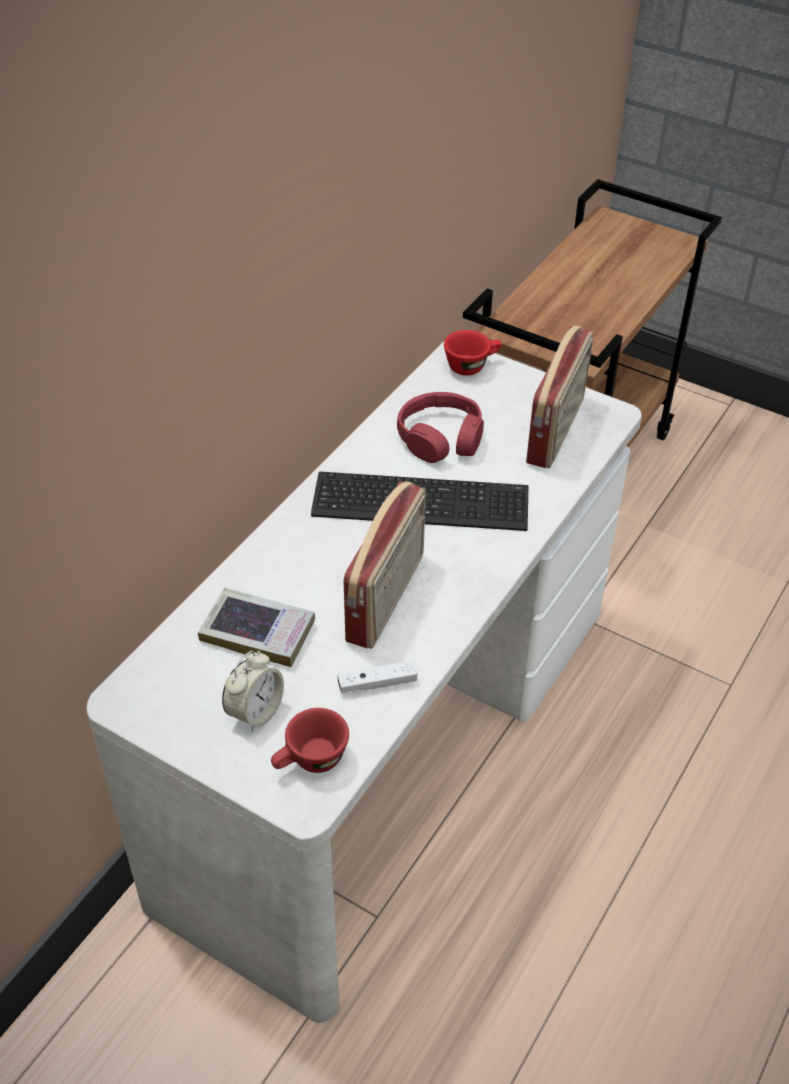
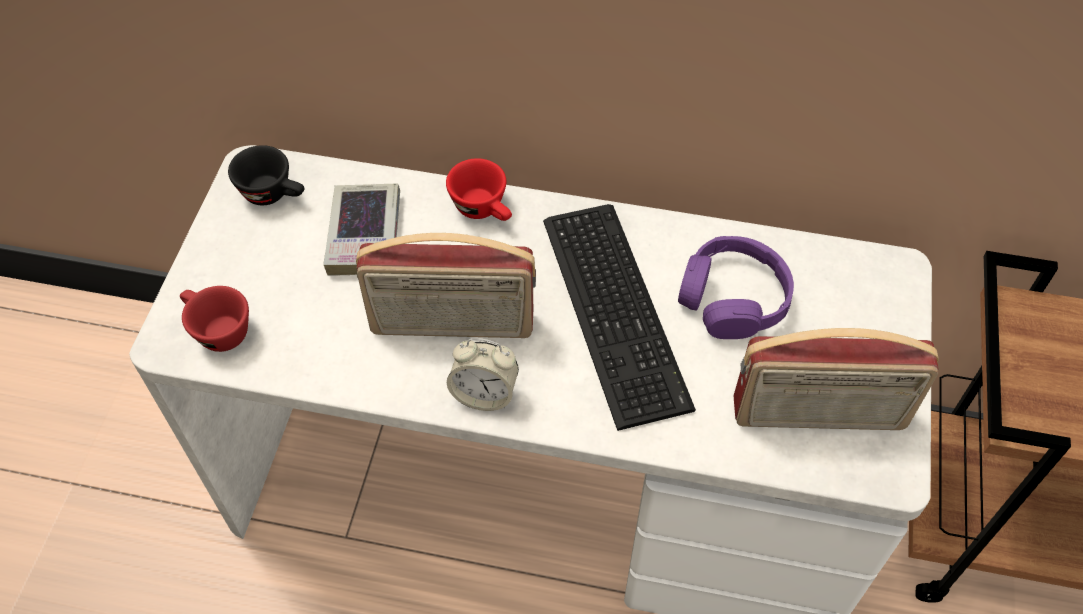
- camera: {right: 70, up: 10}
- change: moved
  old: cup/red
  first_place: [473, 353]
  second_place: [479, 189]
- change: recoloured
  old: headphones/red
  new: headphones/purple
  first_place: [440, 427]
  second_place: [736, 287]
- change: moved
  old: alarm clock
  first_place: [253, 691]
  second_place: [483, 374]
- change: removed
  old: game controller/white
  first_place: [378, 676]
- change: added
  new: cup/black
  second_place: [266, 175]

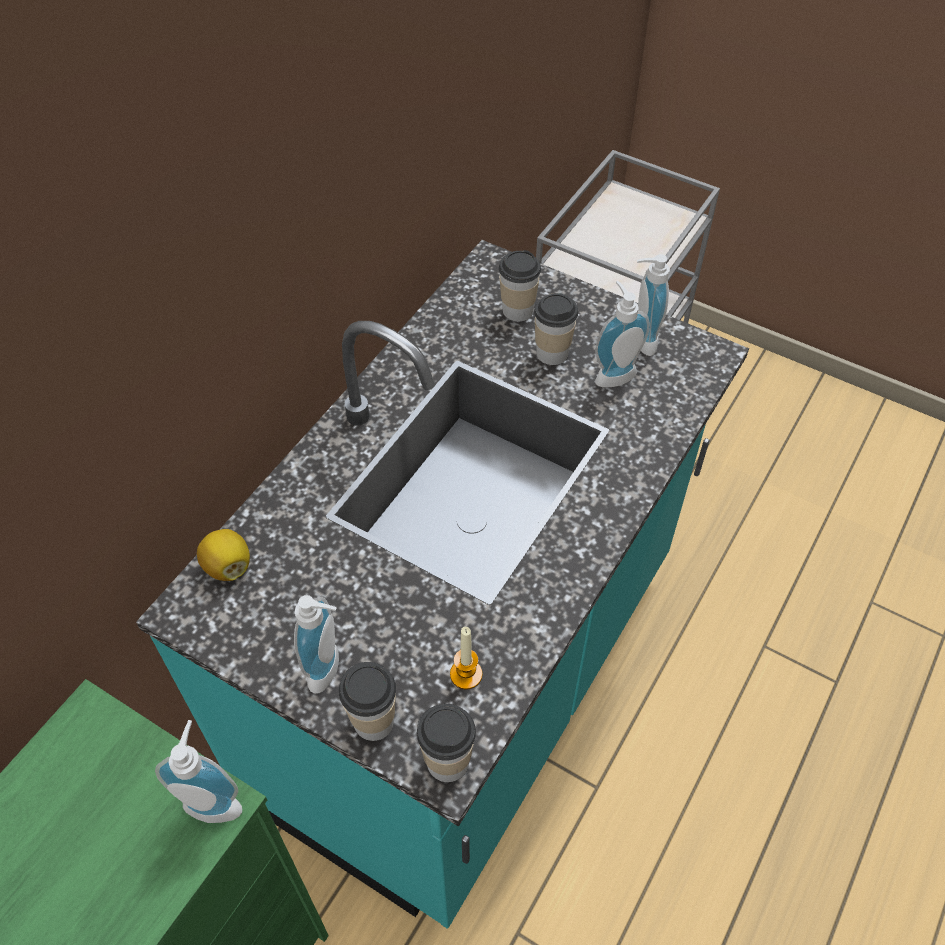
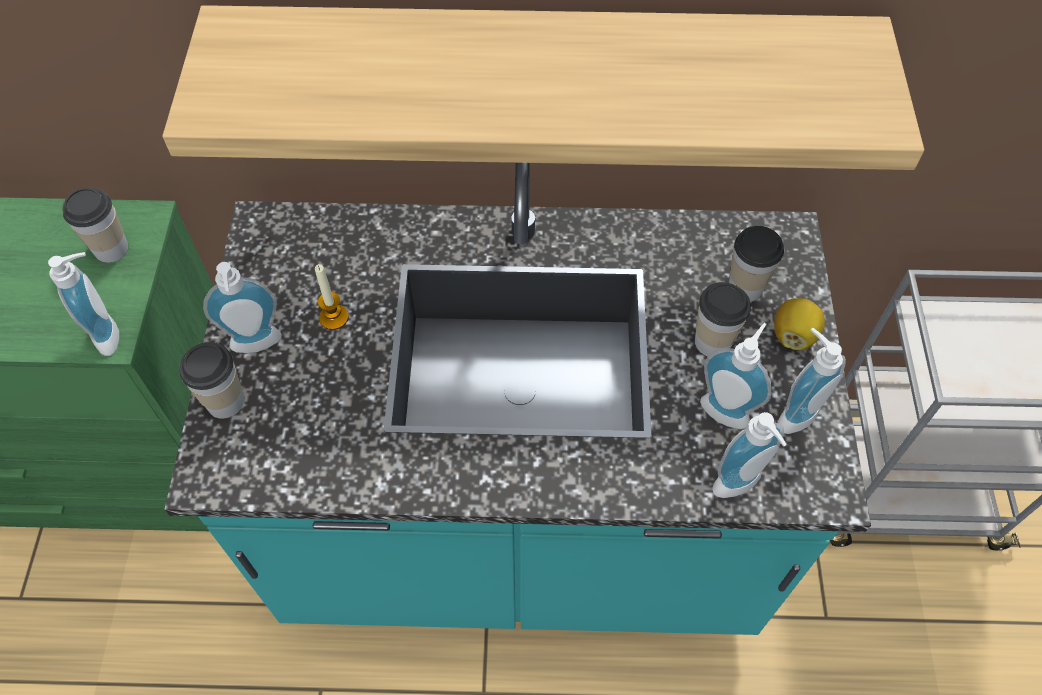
- camera: {right: 60, up: 5}
- change: moved
  old: lemon
  first_place: [223, 555]
  second_place: [799, 324]
- change: moved
  old: candle
  first_place: [466, 658]
  second_place: [332, 297]
- change: moved
  old: cup
  first_place: [446, 743]
  second_place: [95, 225]
- change: added
  new: shelf
  second_place: [543, 87]
- change: added
  new: soap dispenser
  second_place: [749, 455]

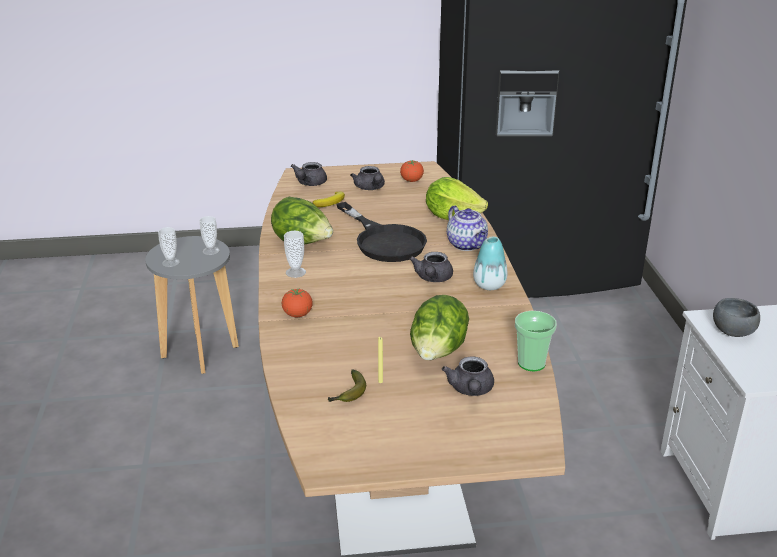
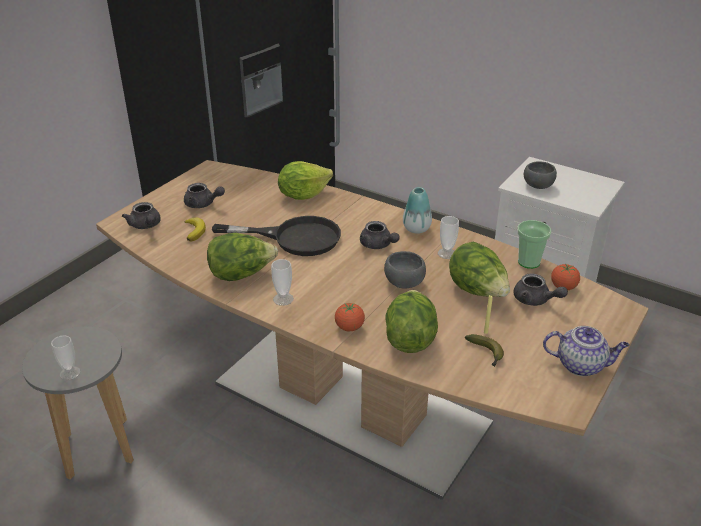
- camera: {right: -50, up: 5}
- change: moved
  old: tomato
  first_place: [412, 171]
  second_place: [565, 277]
- change: moved
  old: teapot
  first_place: [467, 228]
  second_place: [586, 351]
- change: moved
  old: cup
  first_place: [210, 235]
  second_place: [448, 237]
- change: added
  new: bowl/grey
  second_place: [405, 270]
- change: added
  new: lettuce
  second_place: [412, 321]

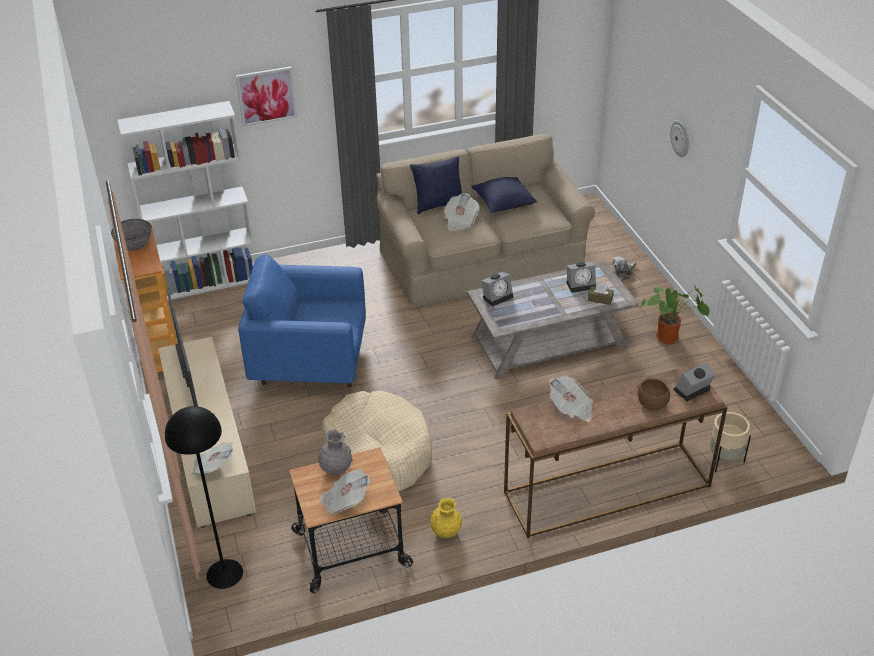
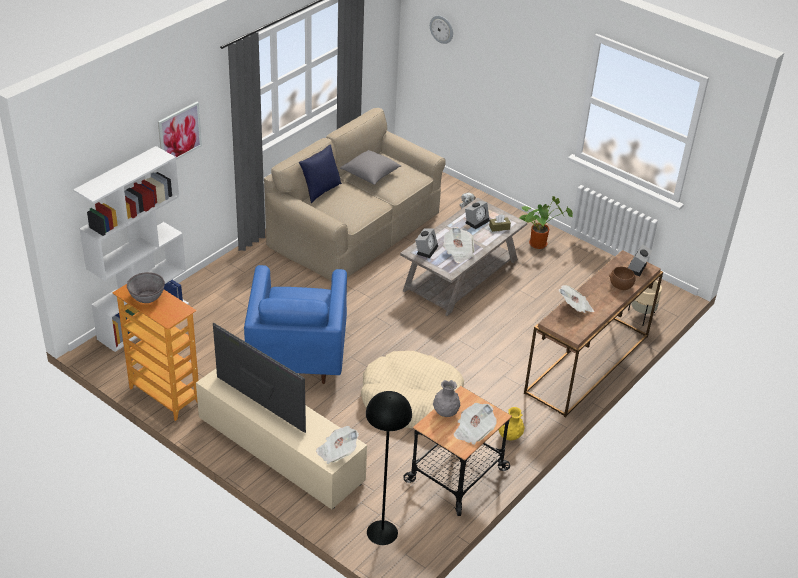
- camera: {right: -35, up: 0}
- change: moved
  old: wall clock
  first_place: [679, 138]
  second_place: [441, 29]
- change: recoloured
  old: pillow/blue
  new: pillow/grey
  first_place: [504, 195]
  second_place: [370, 167]
- change: moved
  old: newspaper
  first_place: [462, 212]
  second_place: [458, 245]
- change: turned
  old: armchair/blue
  first_place: [302, 320]
  second_place: [295, 324]
  degrees: -60

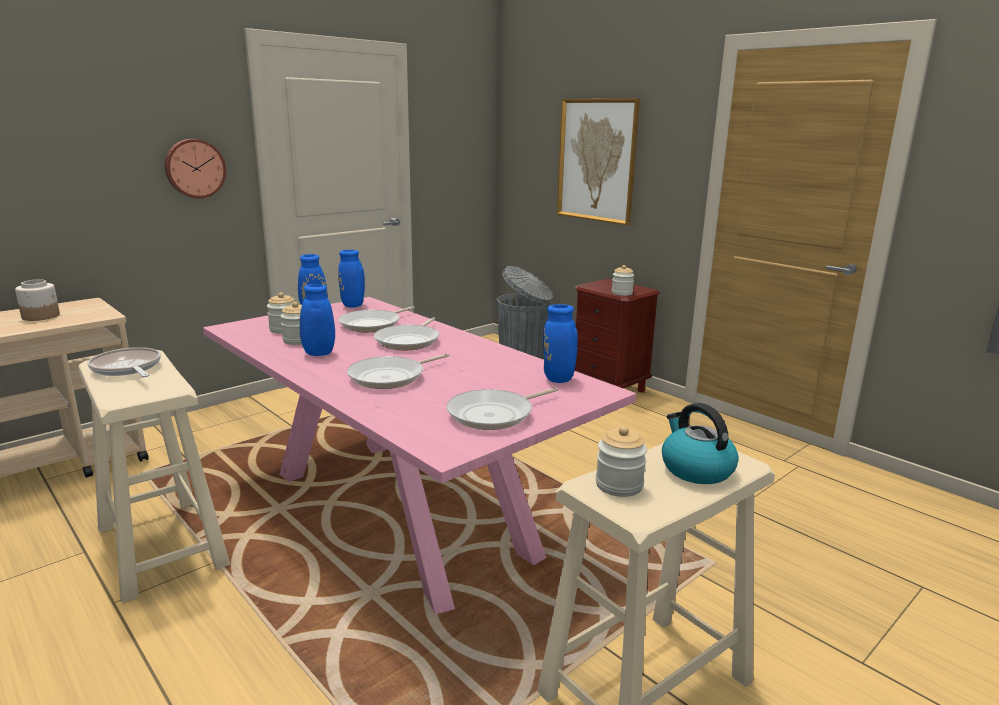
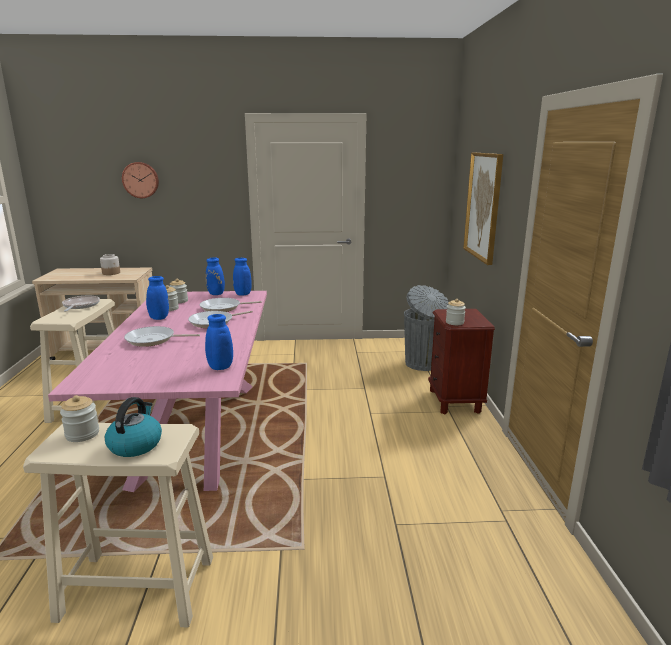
- camera: {right: 40, up: 0}
- change: moved
  old: wall clock
  first_place: [195, 168]
  second_place: [140, 180]
- change: removed
  old: frying pan
  first_place: [502, 408]

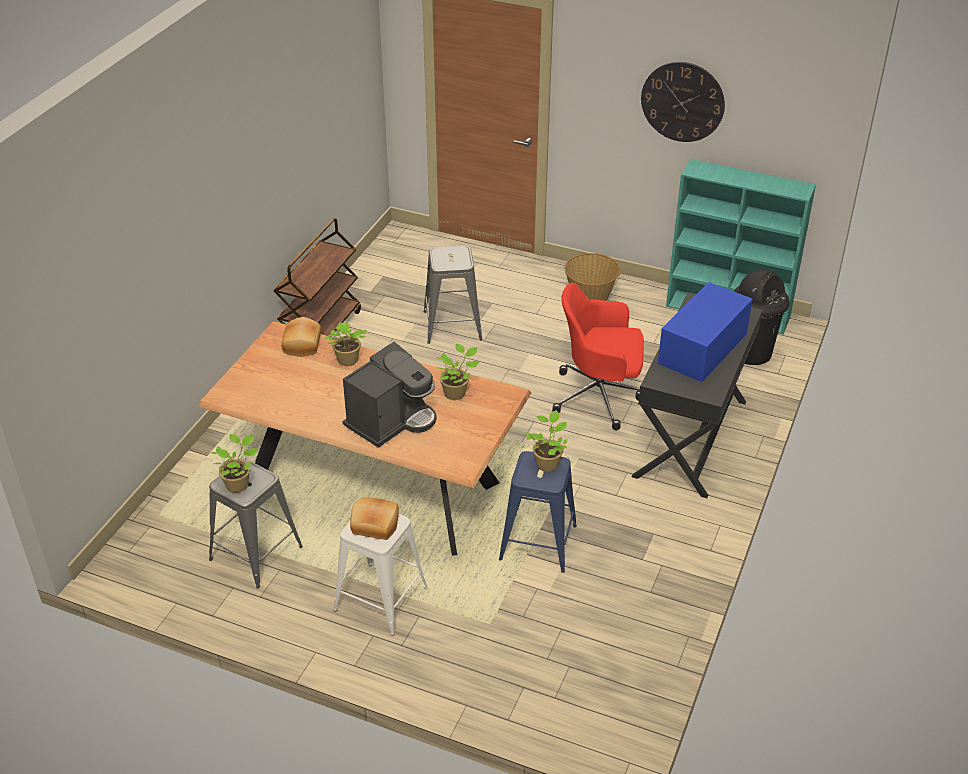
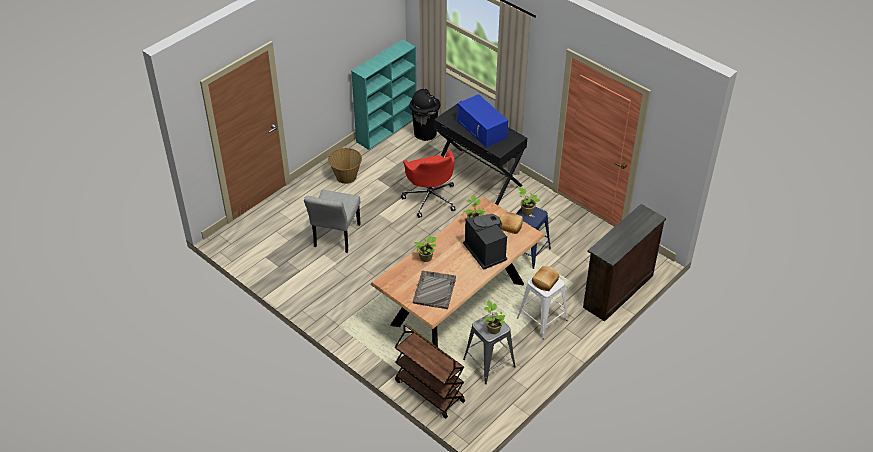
- camera: {right: -70, up: 5}
- change: removed
  old: wall clock
  first_place: [683, 102]
- change: moved
  old: cart/brown
  first_place: [317, 277]
  second_place: [430, 371]
- change: replaced
  old: stool/grey
  new: chair/grey
  first_place: [453, 294]
  second_place: [332, 221]
- change: turned
  old: office chair/red
  first_place: [598, 356]
  second_place: [428, 184]
  degrees: -45
- change: moved
  old: bread
  first_place: [301, 337]
  second_place: [511, 223]
- change: added
  new: dresser/brown
  second_place: [624, 263]
- change: added
  new: tray/grey
  second_place: [434, 290]

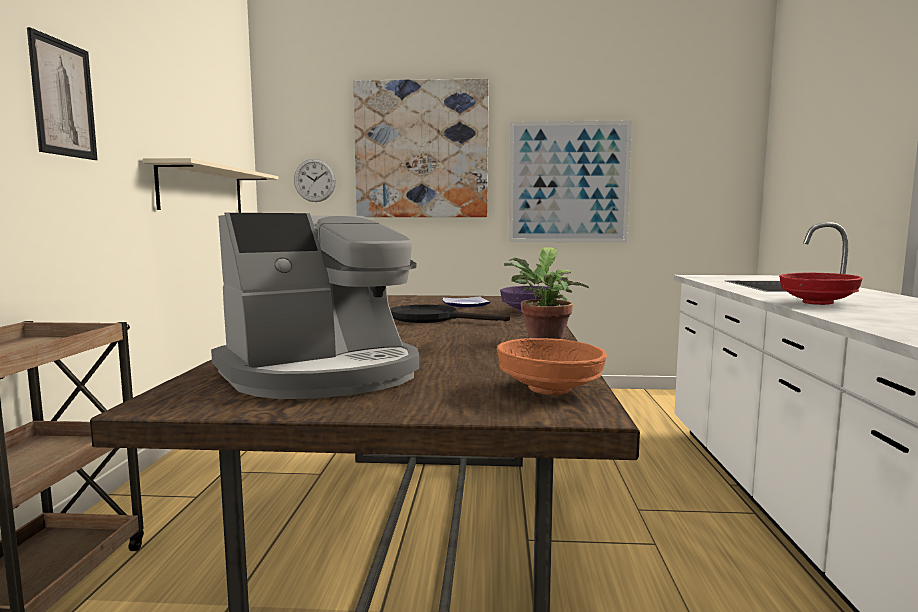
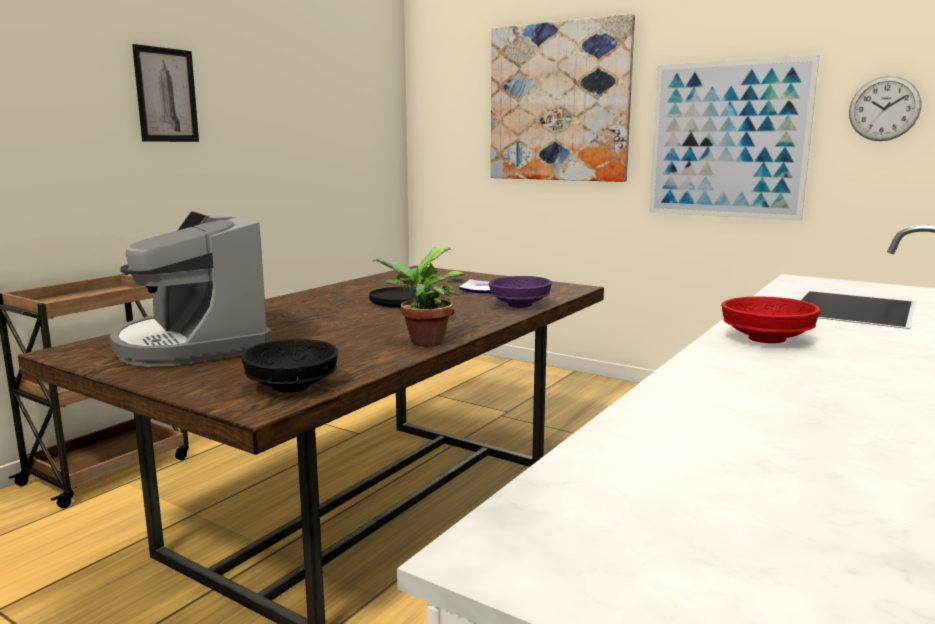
- camera: {right: 30, up: 5}
- change: removed
  old: shelf/beige
  first_place: [211, 185]
- change: moved
  old: wall clock
  first_place: [315, 180]
  second_place: [885, 108]
- change: turned
  old: coffee machine
  first_place: [315, 306]
  second_place: [190, 289]
  degrees: 60
- change: recoloured
  old: bowl/orange
  new: bowl/black
  first_place: [552, 366]
  second_place: [289, 366]

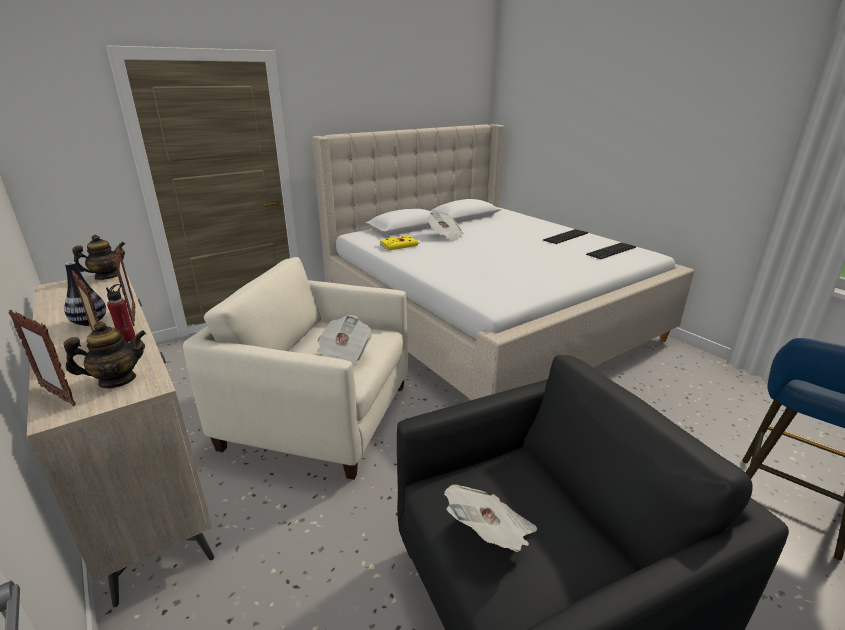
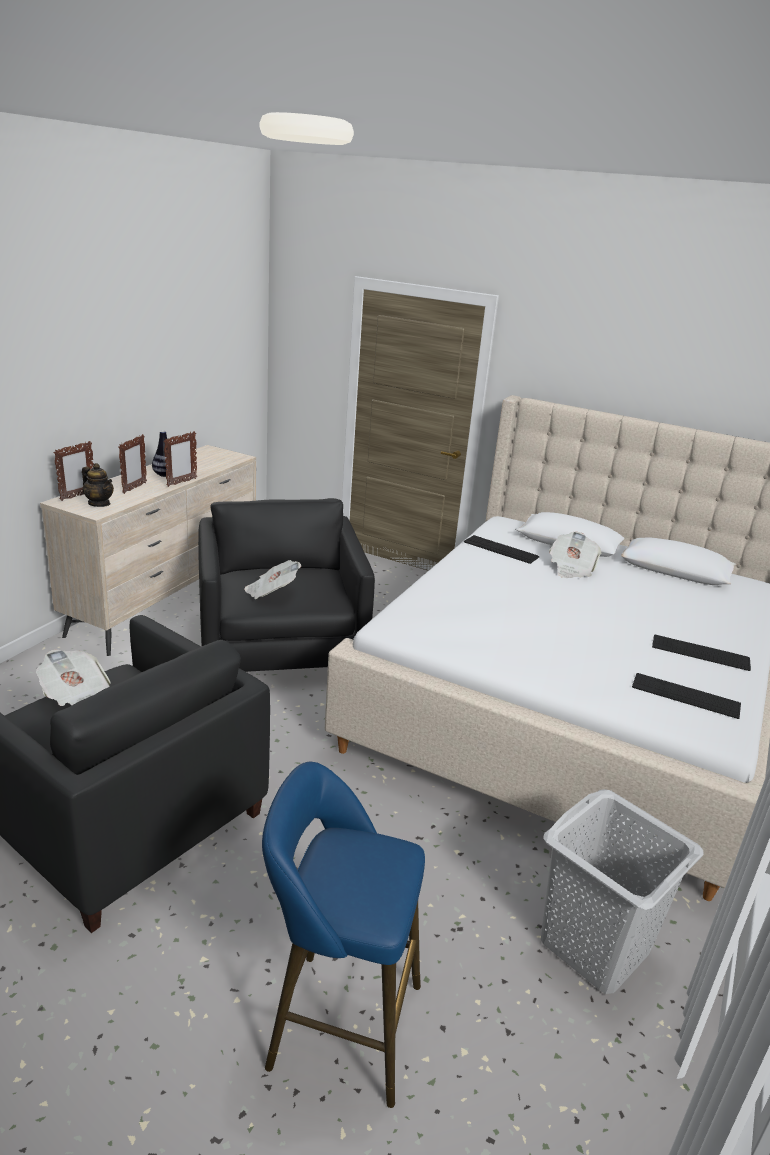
- camera: {right: 60, up: 0}
- change: removed
  old: teapot
  first_place: [98, 257]
- change: replaced
  old: book/yellow
  new: keyboard
  first_place: [399, 243]
  second_place: [502, 549]
- change: recoloured
  old: armchair/beige
  new: armchair/black
  first_place: [295, 368]
  second_place: [286, 585]
- change: removed
  old: bottle/red
  first_place: [121, 313]
- change: turned
  old: picture frame
  first_place: [42, 358]
  second_place: [73, 471]
  degrees: -150
- change: added
  new: laundry basket/grey
  second_place: [622, 891]

